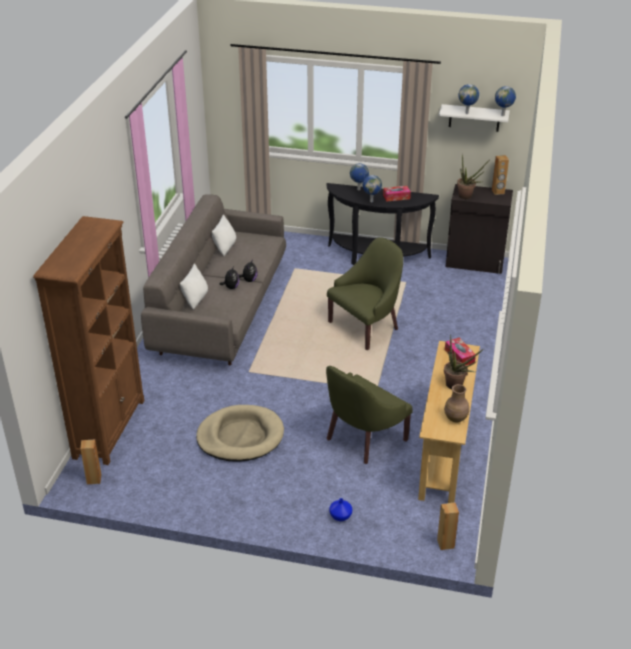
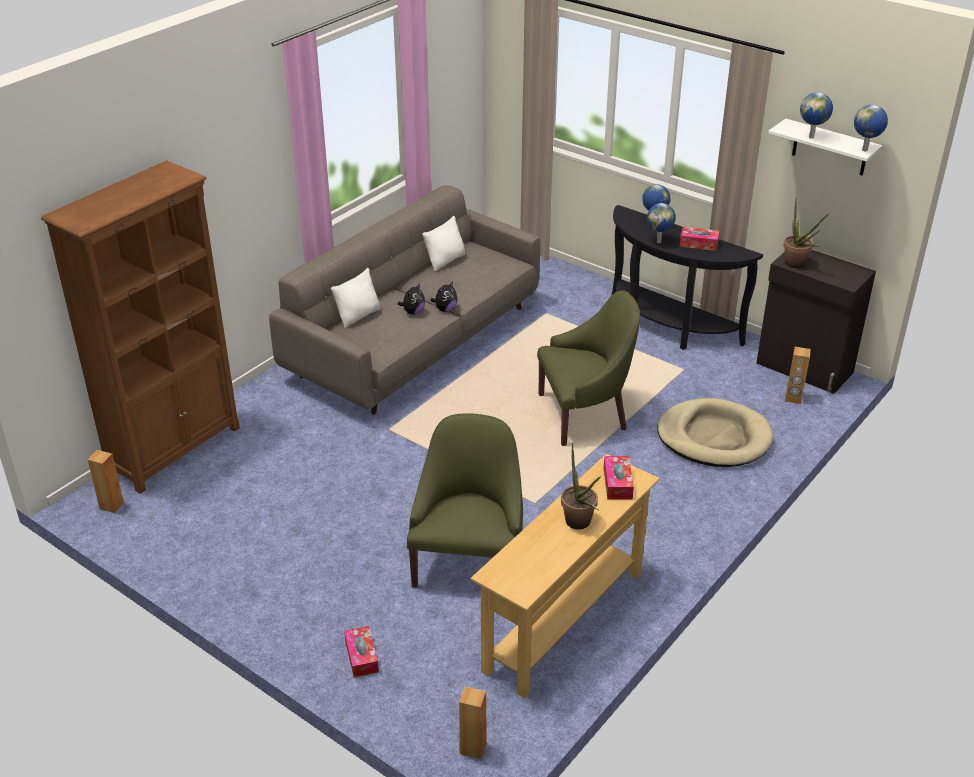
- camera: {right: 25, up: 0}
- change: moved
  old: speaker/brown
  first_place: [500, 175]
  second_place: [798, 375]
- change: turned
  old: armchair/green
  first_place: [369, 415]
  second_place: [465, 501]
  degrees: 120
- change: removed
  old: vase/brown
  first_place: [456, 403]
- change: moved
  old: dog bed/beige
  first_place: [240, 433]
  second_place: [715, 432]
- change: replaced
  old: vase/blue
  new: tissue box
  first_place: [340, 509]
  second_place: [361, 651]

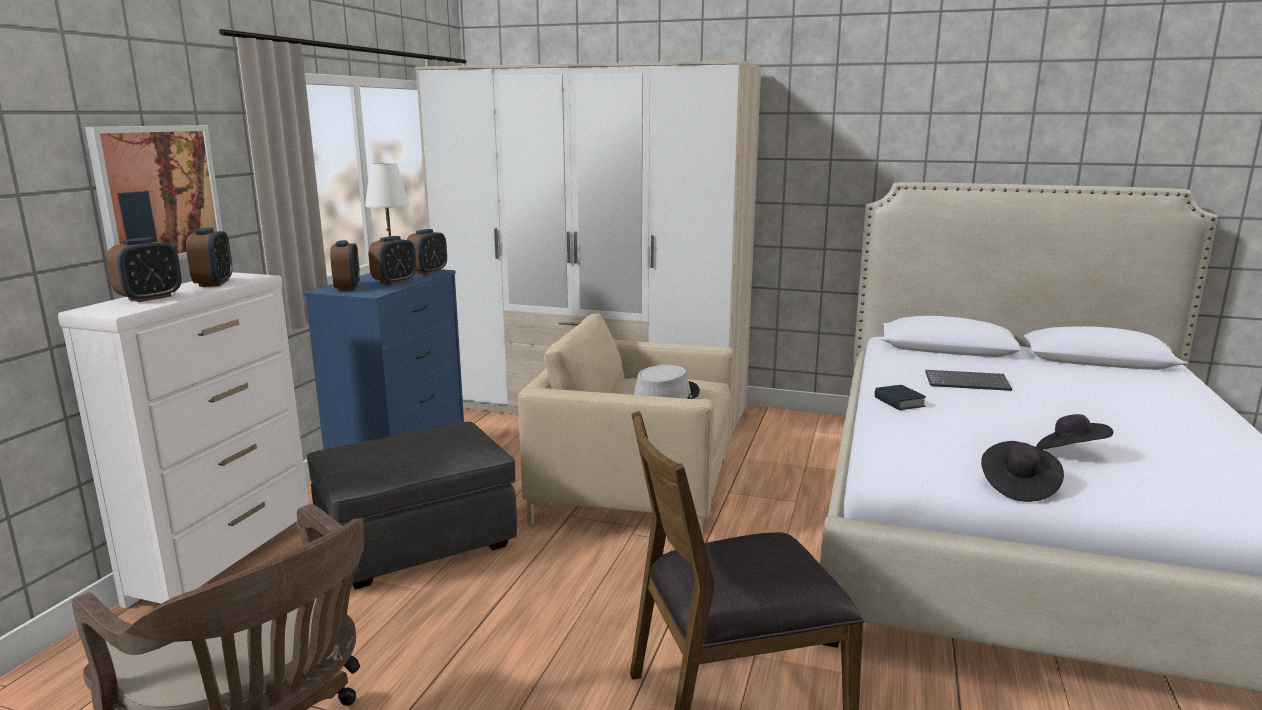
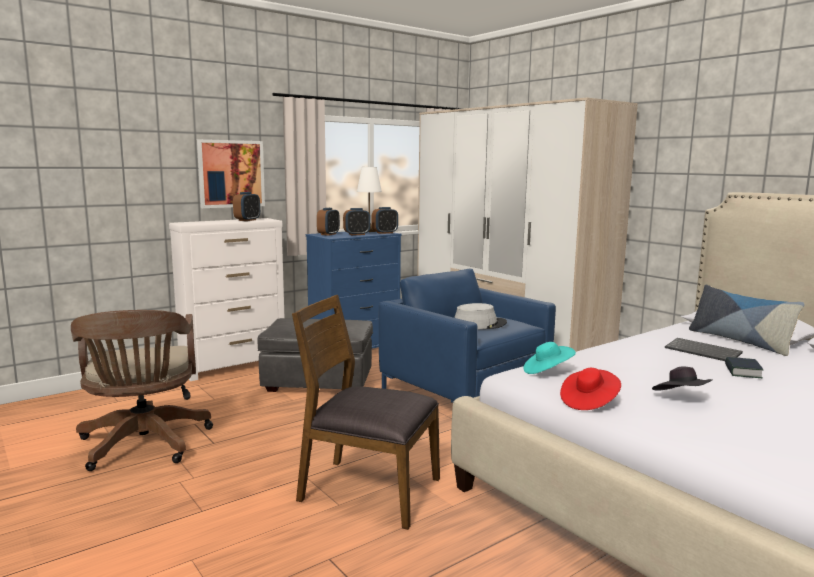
- camera: {right: 35, up: -5}
- change: removed
  old: alarm clock
  first_place: [144, 269]
- change: recoloured
  old: armchair/beige
  new: armchair/blue
  first_place: [626, 424]
  second_place: [467, 336]
- change: moved
  old: book
  first_place: [900, 397]
  second_place: [744, 367]
- change: recoloured
  old: hat/black
  new: hat/red
  first_place: [1022, 471]
  second_place: [590, 389]
- change: added
  new: pillow
  second_place: [747, 320]
- change: added
  new: hat/turquoise
  second_place: [549, 358]

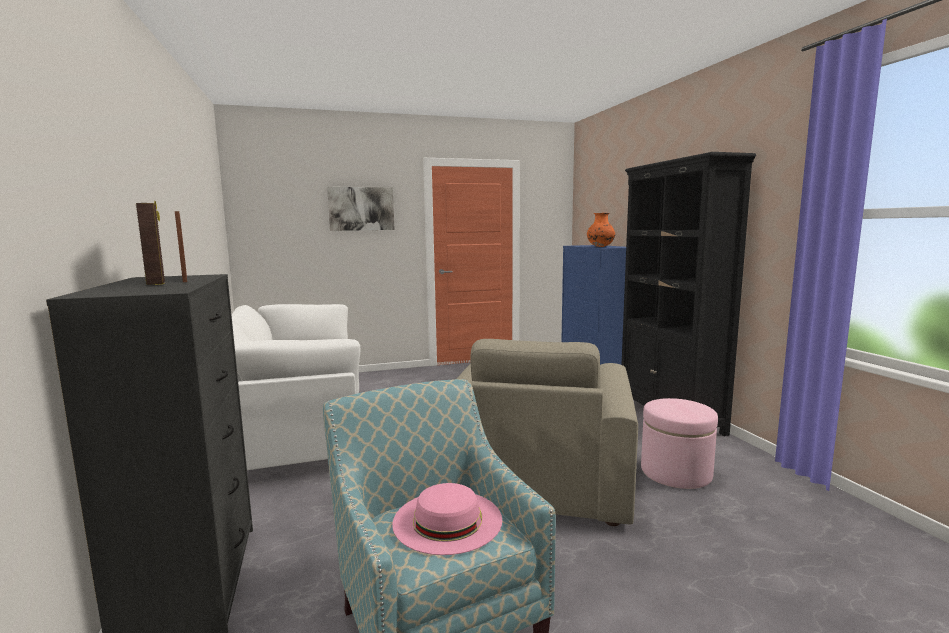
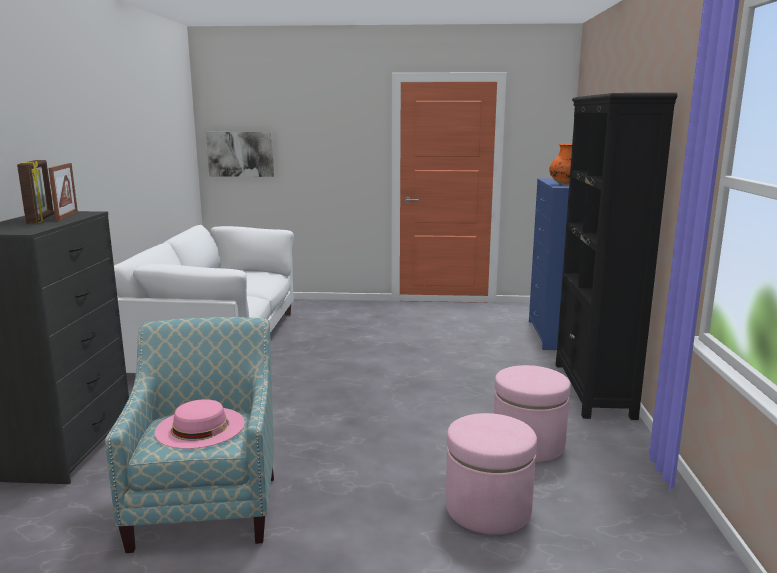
- camera: {right: 20, up: 5}
- change: moved
  old: picture
  first_place: [361, 209]
  second_place: [240, 154]
- change: removed
  old: armchair/beige
  first_place: [547, 432]
- change: added
  new: ottoman/pink
  second_place: [491, 474]

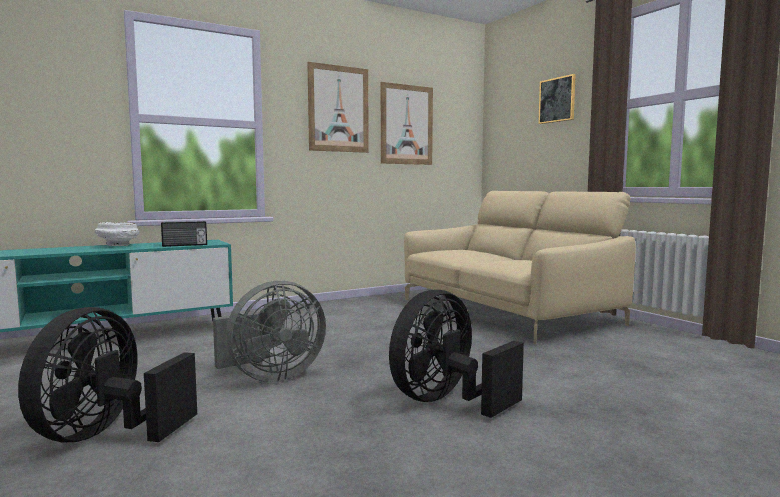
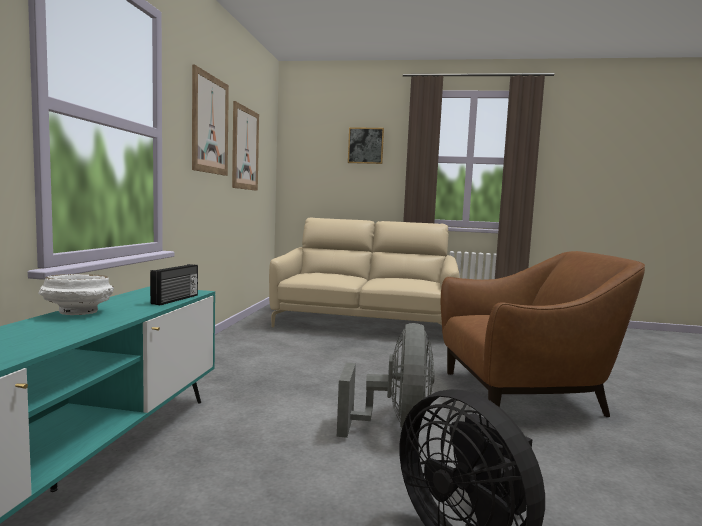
- camera: {right: -50, up: 0}
- change: replaced
  old: fan/black
  new: armchair/brown
  first_place: [456, 354]
  second_place: [543, 334]

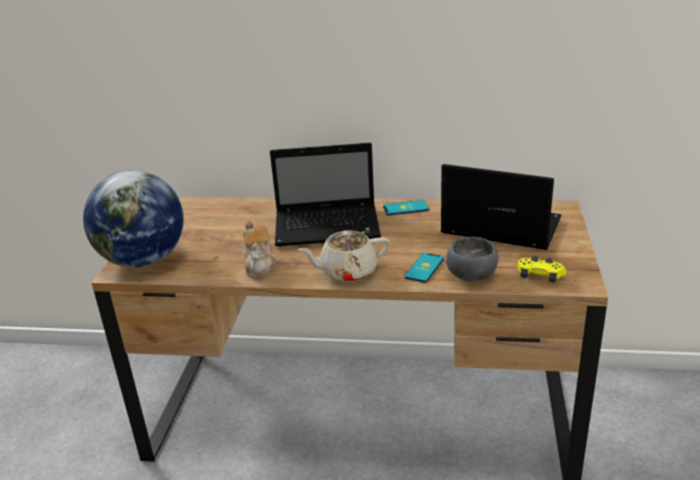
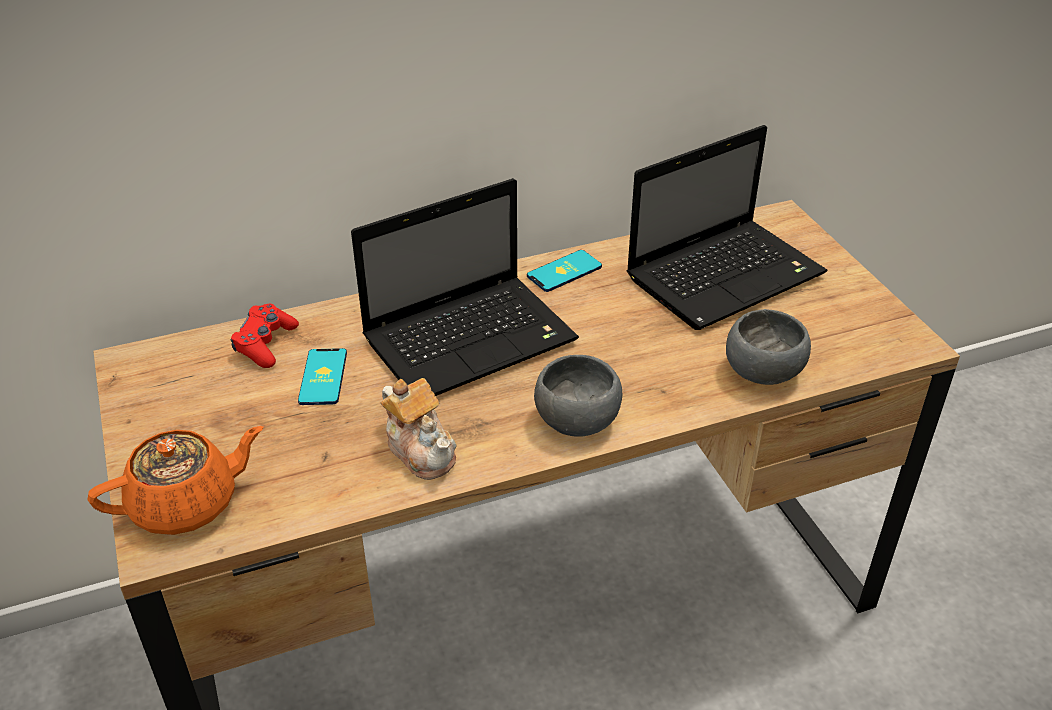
- camera: {right: -30, up: 10}
- change: turned
  old: laptop
  first_place: [500, 207]
  second_place: [727, 227]
  degrees: 150
- change: replaced
  old: globe
  new: teapot/orange
  first_place: [133, 219]
  second_place: [175, 480]
- change: replaced
  old: teapot/beige
  new: bowl/grey
  first_place: [344, 256]
  second_place: [578, 396]
- change: moved
  old: phone
  first_place: [424, 268]
  second_place: [322, 376]
- change: removed
  old: game controller/yellow
  first_place: [541, 269]
- change: added
  new: game controller/red
  second_place: [265, 336]

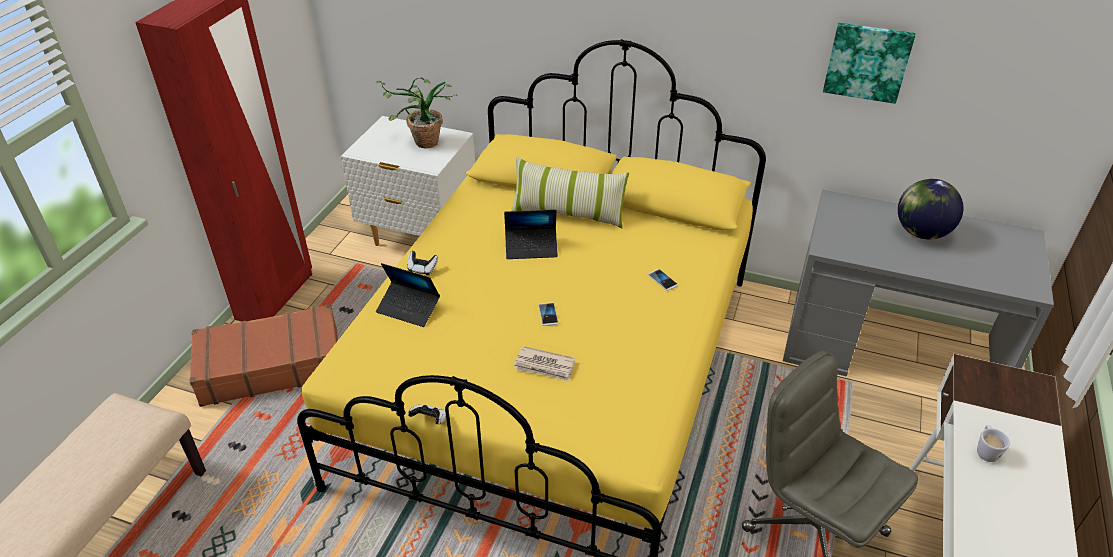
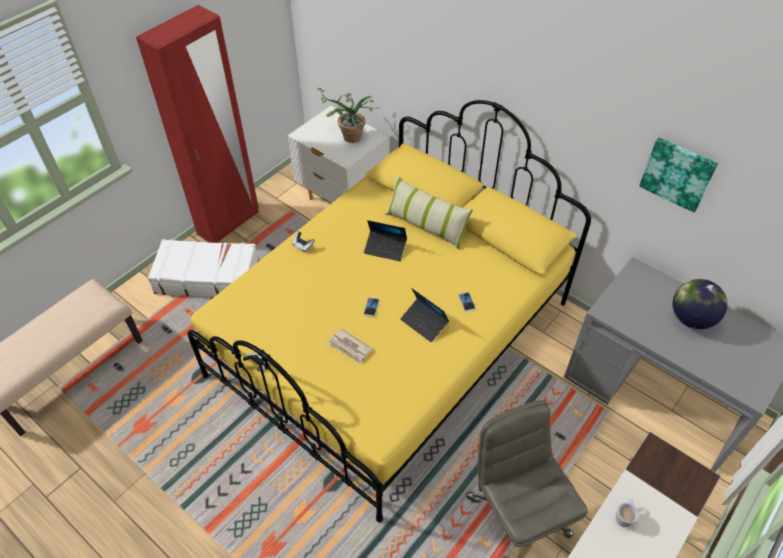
- camera: {right: 20, up: 10}
- change: moved
  old: laptop
  first_place: [408, 295]
  second_place: [425, 315]
- change: recoloured
  old: suitcase/brown
  new: suitcase/white
  first_place: [264, 355]
  second_place: [203, 268]

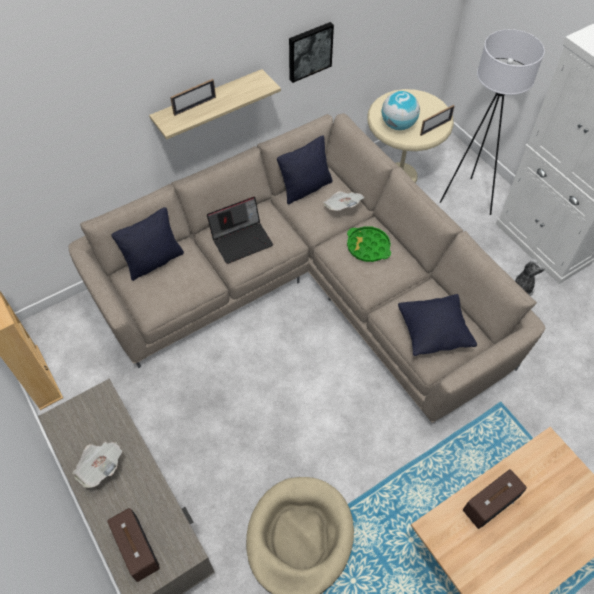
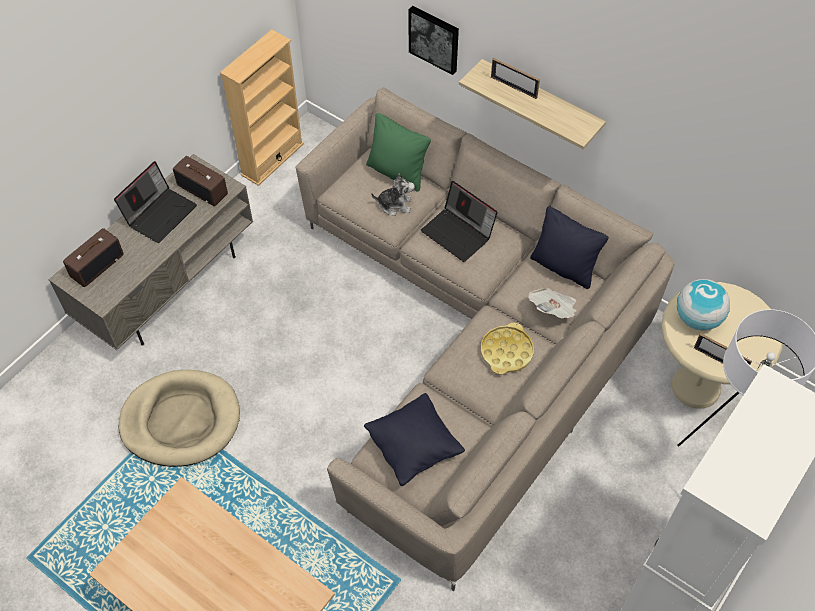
- camera: {right: 70, up: 0}
- change: moved
  old: picture
  first_place: [311, 52]
  second_place: [434, 40]
- change: recoloured
  old: pillow/black
  new: pillow/green
  first_place: [148, 244]
  second_place: [398, 152]
- change: recoloured
  old: tray/green
  new: tray/yellow
  first_place: [369, 244]
  second_place: [507, 349]
- change: moved
  old: plush toy
  first_place: [530, 277]
  second_place: [393, 194]
- change: replaced
  old: newspaper
  new: laptop
  first_place: [97, 465]
  second_place: [155, 202]
- change: moved
  old: radio
  first_place: [495, 499]
  second_place: [200, 181]

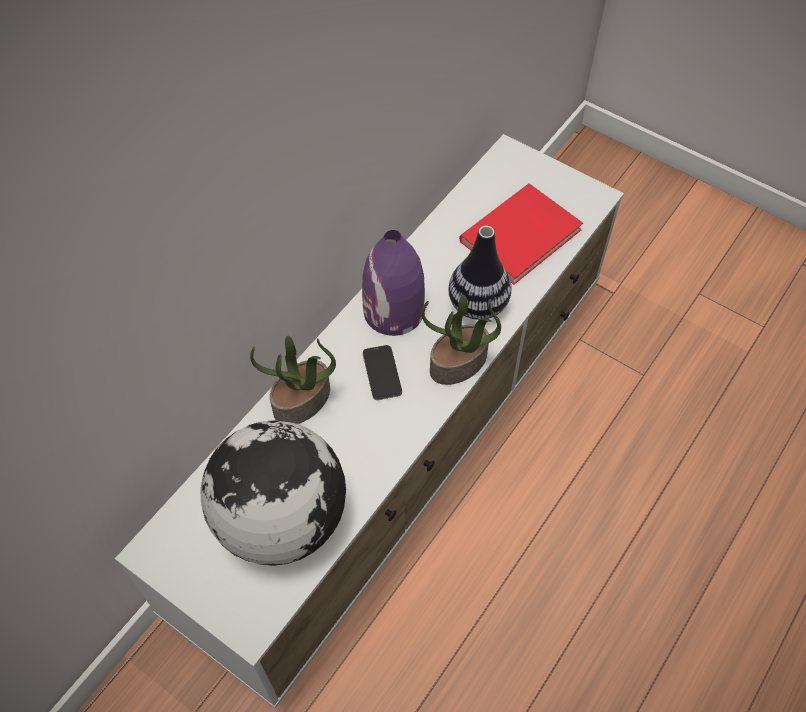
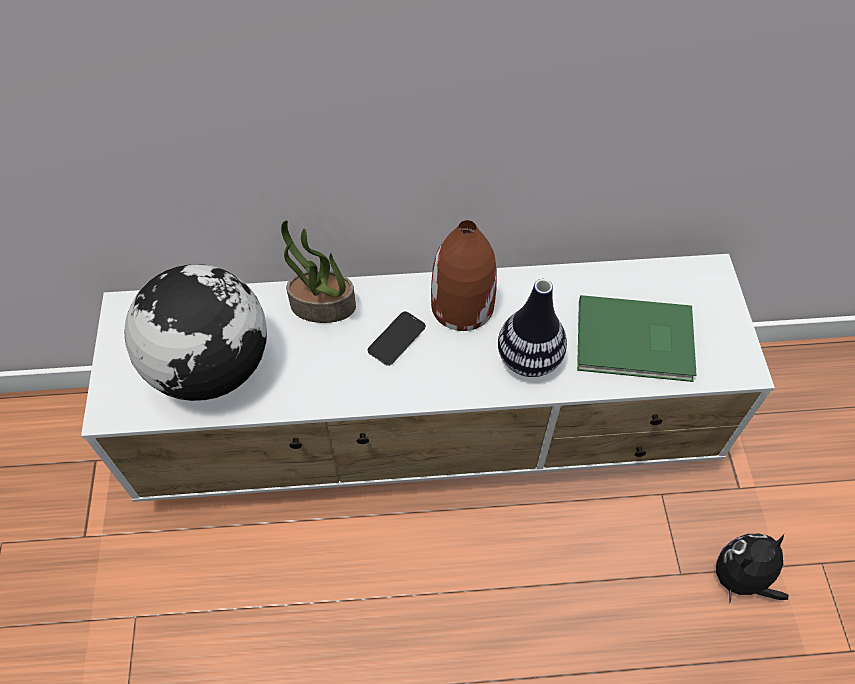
- camera: {right: 50, up: 0}
- change: recoloured
  old: book/red
  new: book/green
  first_place: [521, 234]
  second_place: [637, 338]
- change: recoloured
  old: vase/purple
  new: vase/brown
  first_place: [393, 283]
  second_place: [464, 275]
- change: removed
  old: potted plant
  first_place: [461, 340]
- change: added
  new: plush toy
  second_place: [752, 569]

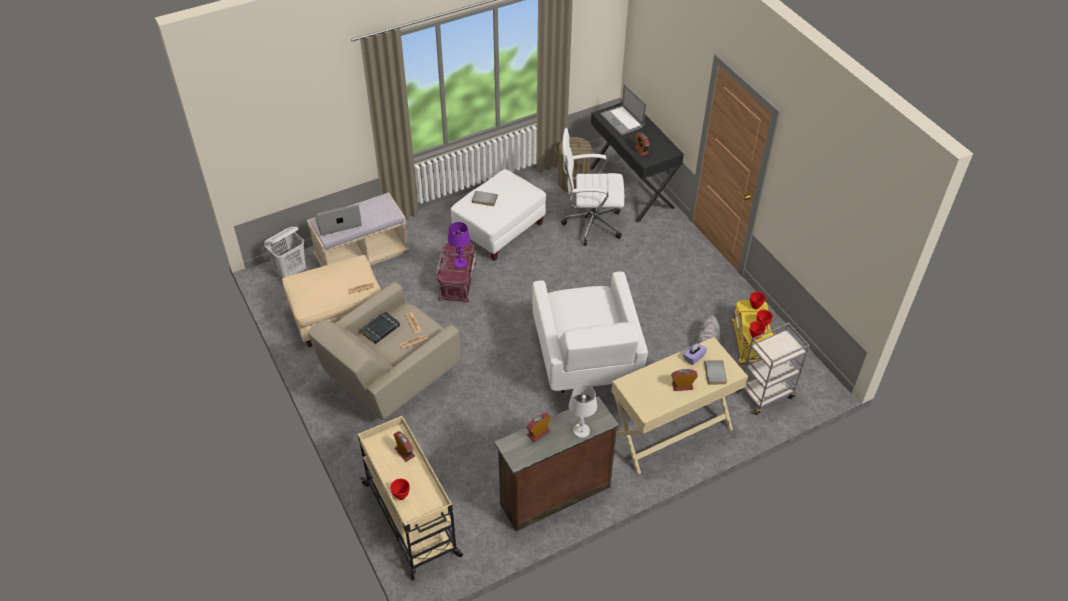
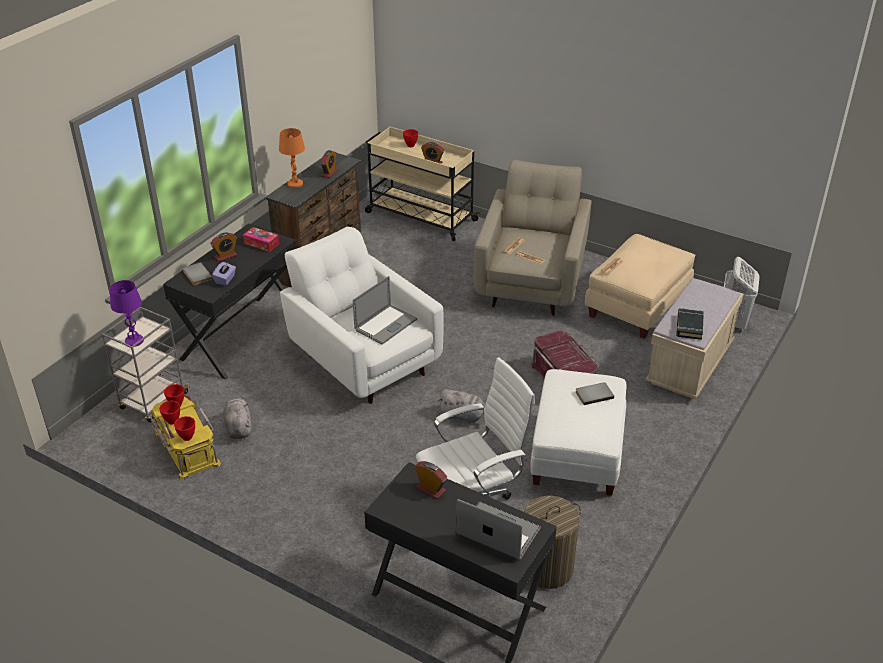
- camera: {right: 150, up: -10}
- change: moved
  old: laptop
  first_place: [338, 220]
  second_place: [385, 310]
- change: moved
  old: table lamp/purple
  first_place: [459, 245]
  second_place: [127, 313]
- change: moved
  old: book/black
  first_place: [380, 328]
  second_place: [690, 324]
- change: recoloured
  old: desk/beige
  new: desk/black
  first_place: [679, 406]
  second_place: [229, 301]
- change: recoloured
  old: table lamp/white
  new: table lamp/orange
  first_place: [583, 411]
  second_place: [292, 158]
- change: added
  new: tissue box
  second_place: [261, 239]
- change: added
  new: plush toy/grey
  second_place: [462, 406]

